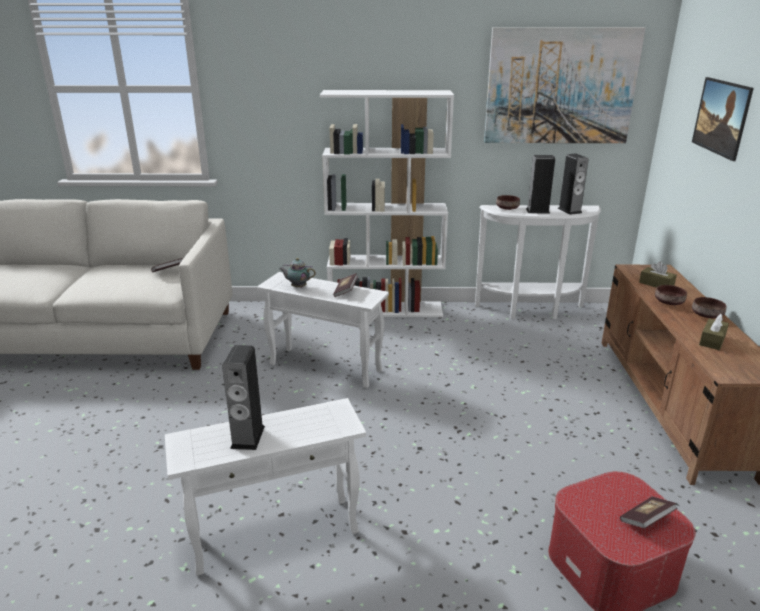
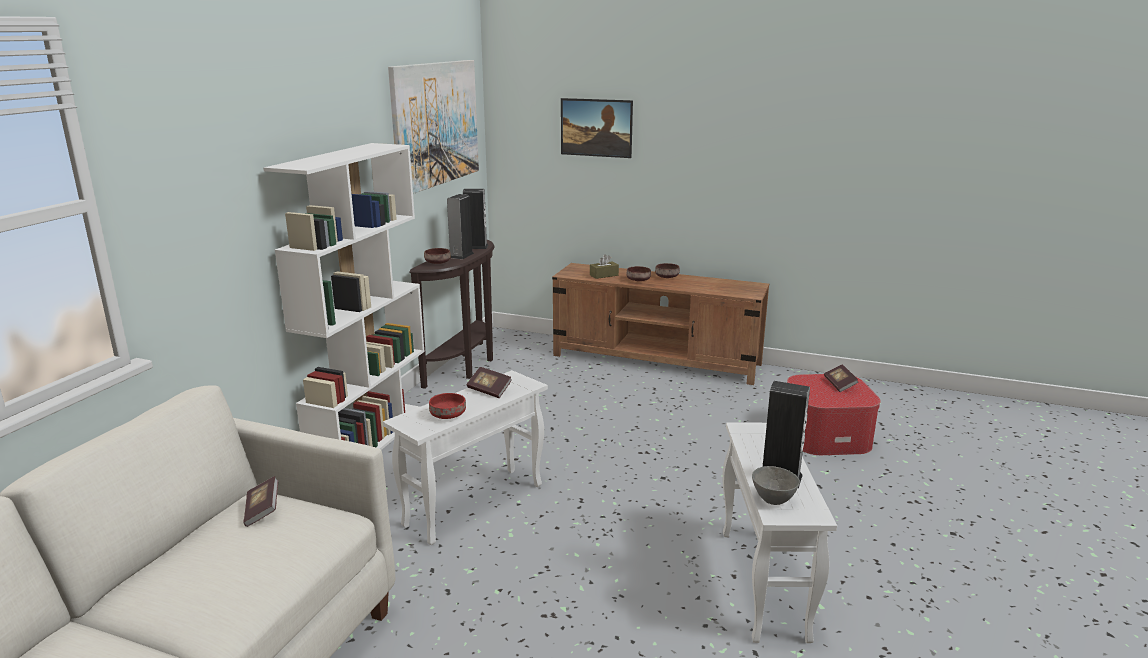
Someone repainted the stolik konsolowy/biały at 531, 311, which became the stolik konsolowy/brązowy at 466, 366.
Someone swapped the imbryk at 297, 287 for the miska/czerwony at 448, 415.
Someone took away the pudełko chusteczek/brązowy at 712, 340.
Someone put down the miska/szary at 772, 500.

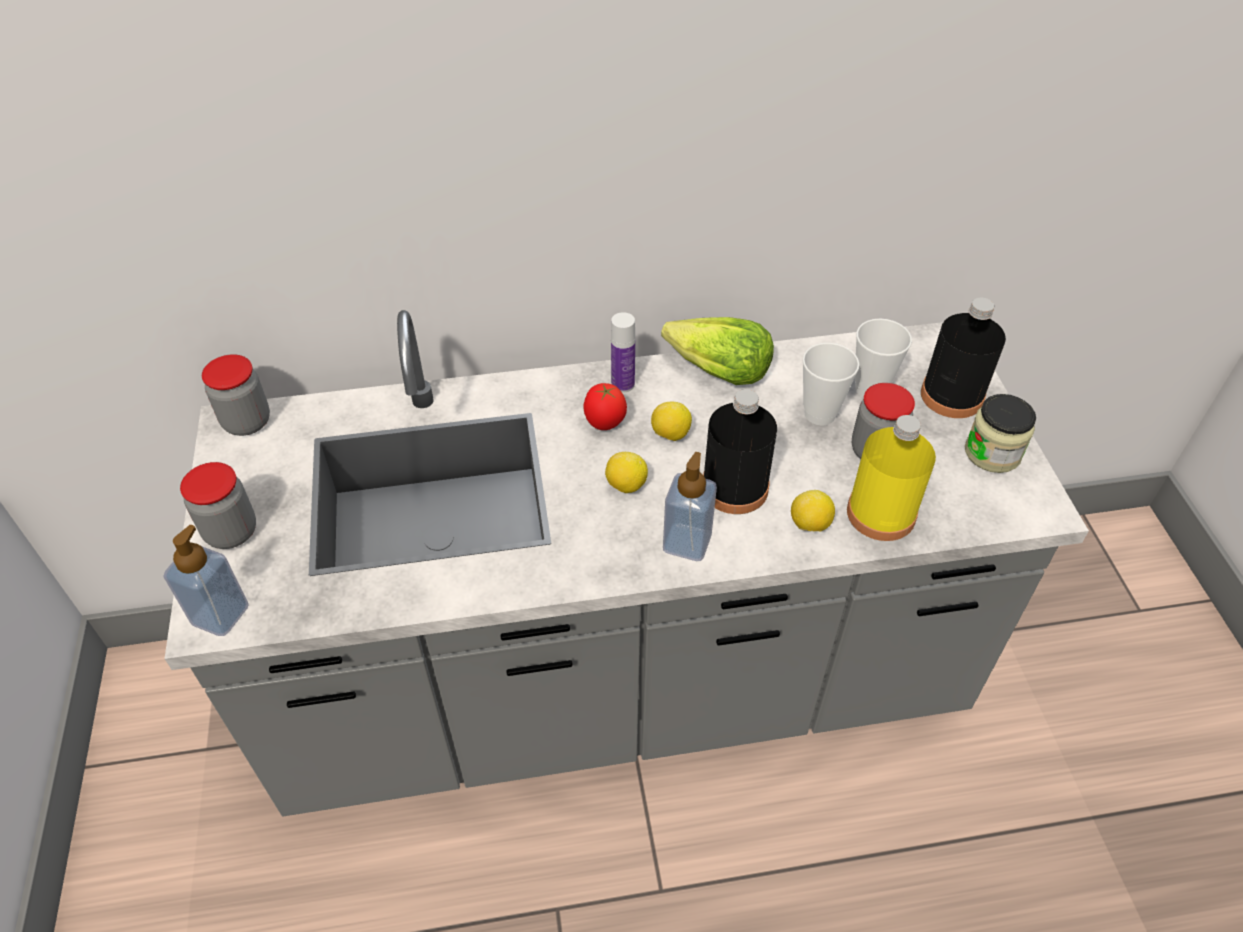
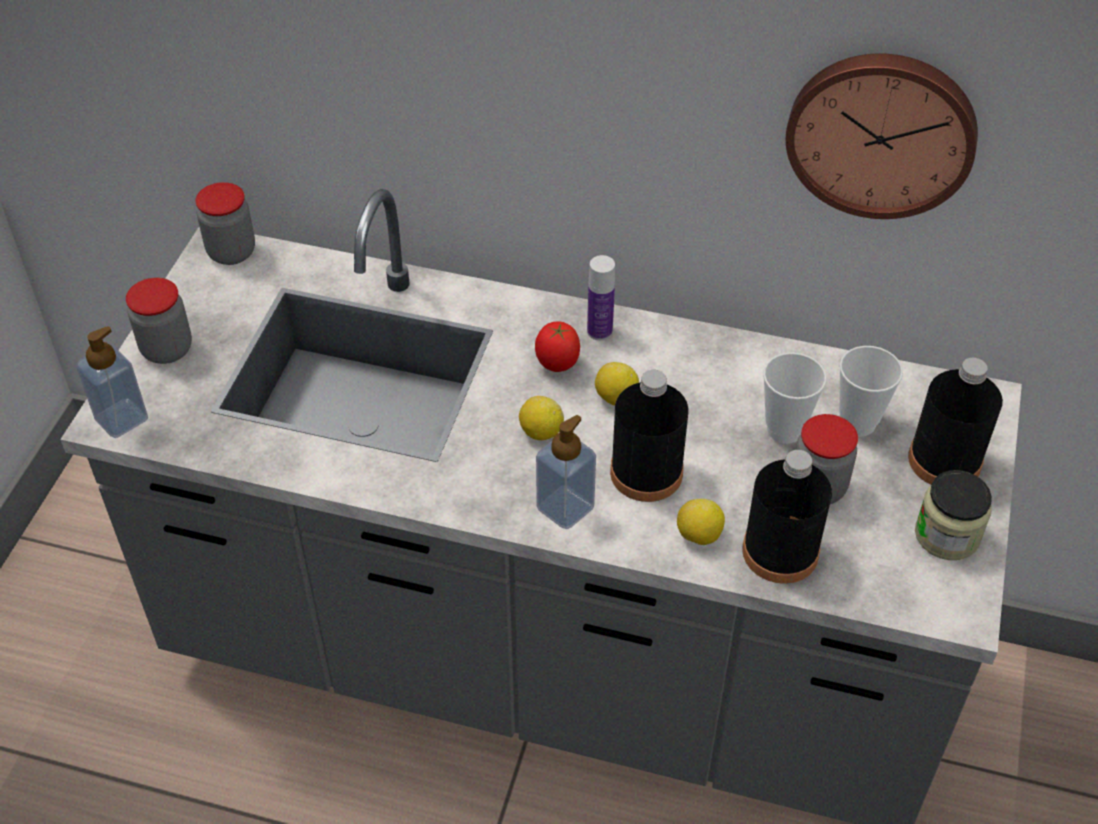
Someone took away the sałata at 718, 371.
Someone repainted the butelka/żółty at 881, 513, which became the butelka/czarny at 780, 552.
Someone put up the zegar ścienny at 881, 132.

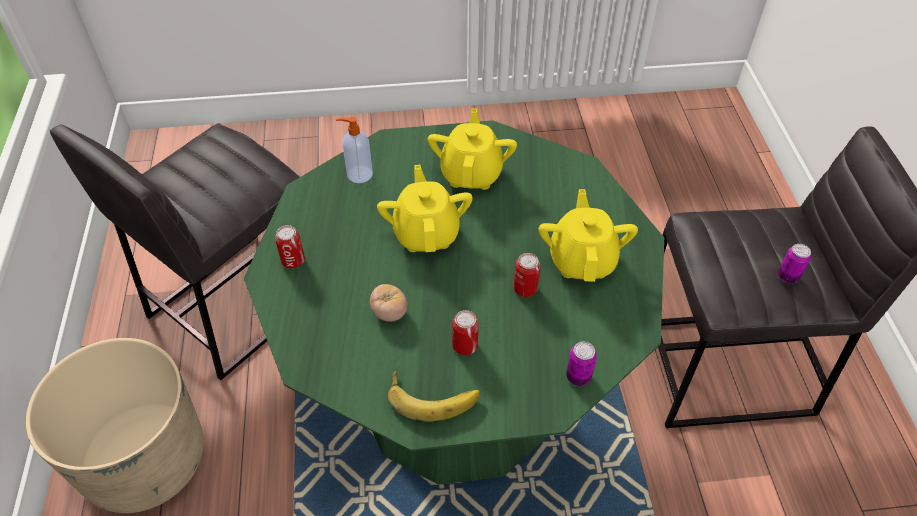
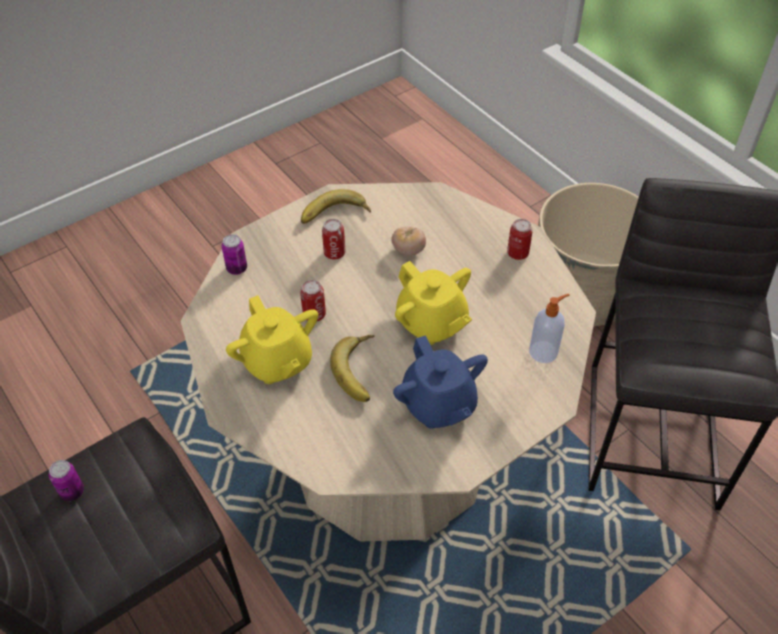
Someone repainted the imbryk/żółty at 471, 174, which became the imbryk/niebieski at 438, 405.
Someone repainted the stół jadalny/zielony at 458, 394, which became the stół jadalny/beżowy at 389, 453.
Someone put down the banan at 361, 371.

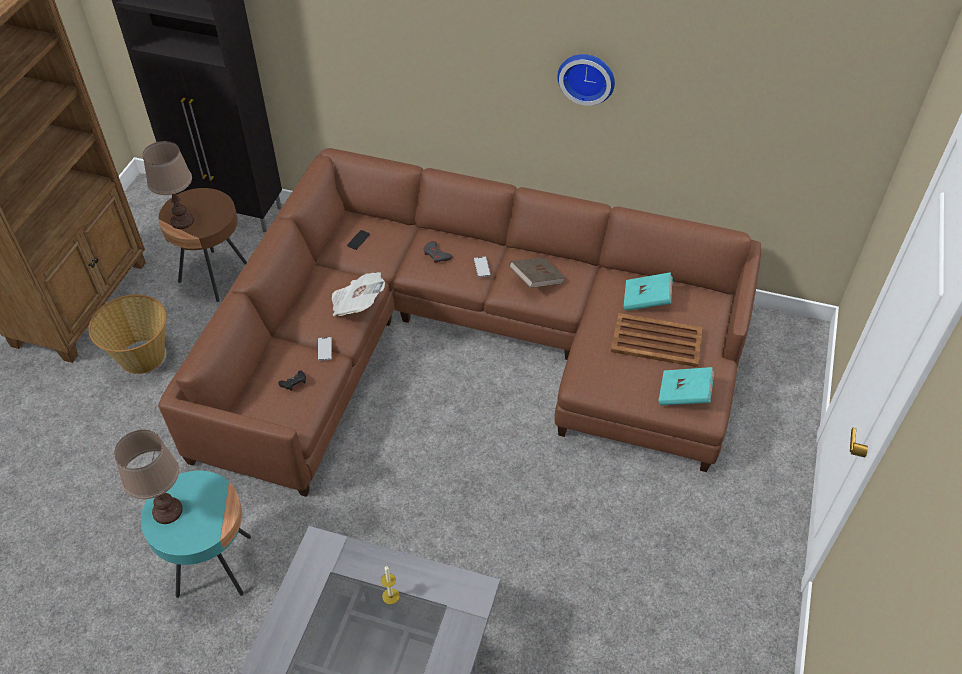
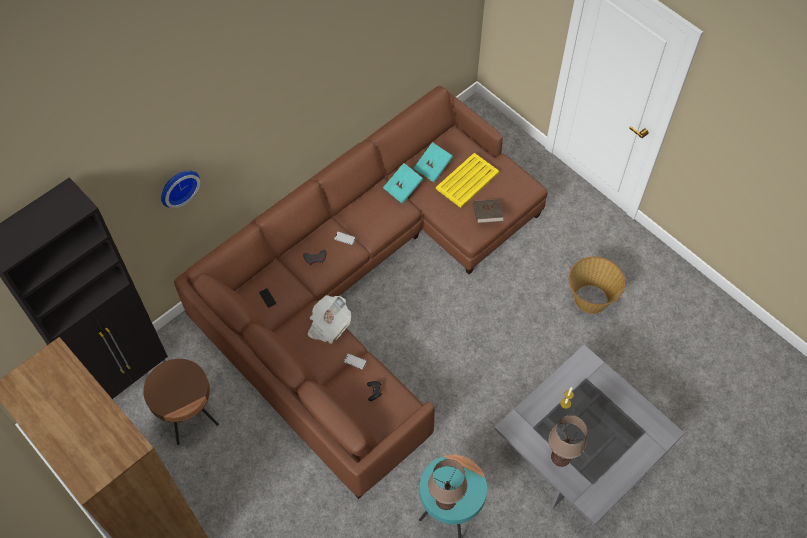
Someone carried the zegar ścienny from 587, 76 to 178, 186.
Someone carried the lampa stołowa/brązowy from 182, 221 to 560, 457.
Someone carried the książka/brązowy from 536, 280 to 487, 216.
Someone carried the koszyk from 141, 356 to 590, 299.
Someone repainted the taca/brązowy at 657, 341, which became the taca/żółty at 468, 180.
Someone carried the książka/turkusowy from 684, 395 to 403, 188.

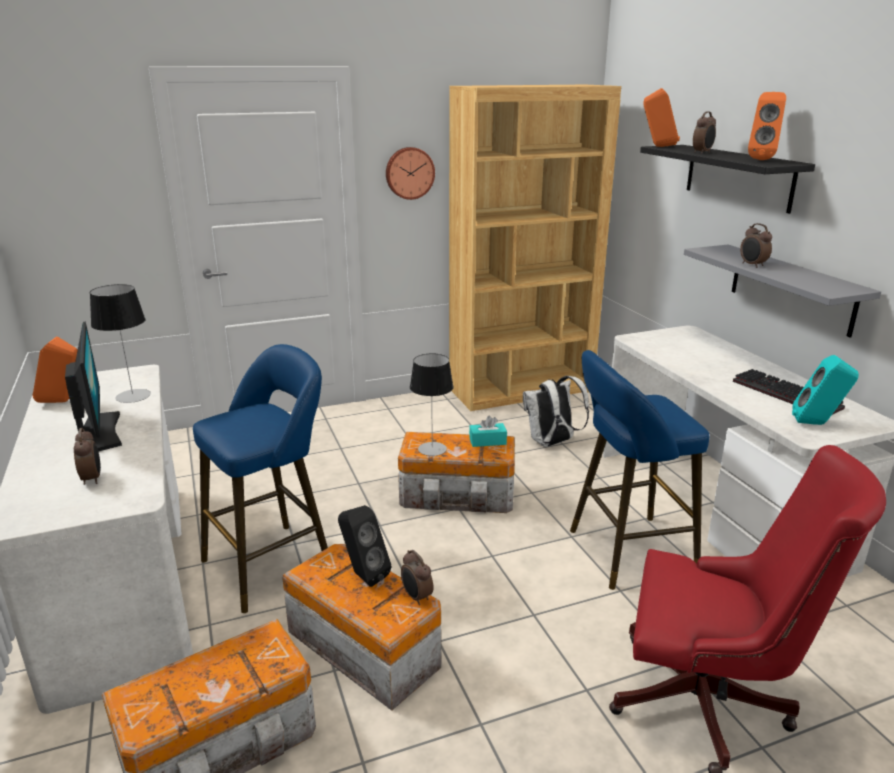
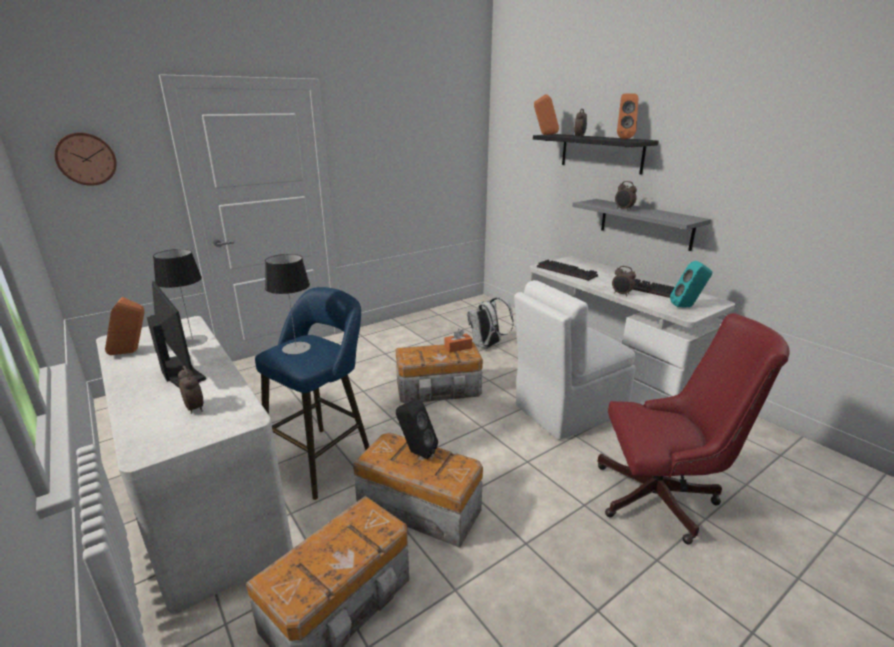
Someone took away the regał/brązowy at 521, 390.
Someone carried the zegar ścienny from 409, 173 to 86, 159.
Someone swapped the stołek/niebieski at 625, 552 for the krzesło/biały at 567, 410.
Someone carried the lampa stołowa from 432, 449 to 296, 348.
Someone repainted the pudełko chusteczek/turkusowy at 487, 441, which became the pudełko chusteczek/pomarańczowy at 458, 347.
Someone carried the budzik from 416, 597 to 621, 294.
Someone put down the klawiatura at 568, 271.

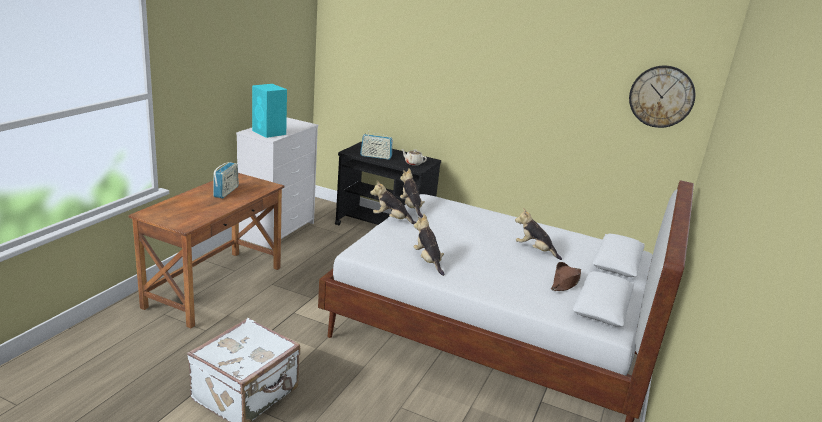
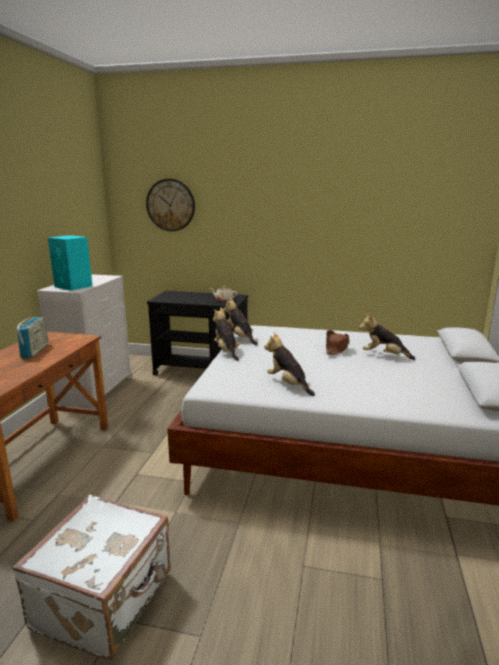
Someone carried the zegar ścienny from 661, 96 to 170, 205.
Someone took away the radio at 376, 156.
Someone rotated the pluszak at 391, 219 by 60 degrees clockwise.
Someone carried the kapelusz/brązowy from 565, 283 to 336, 348.

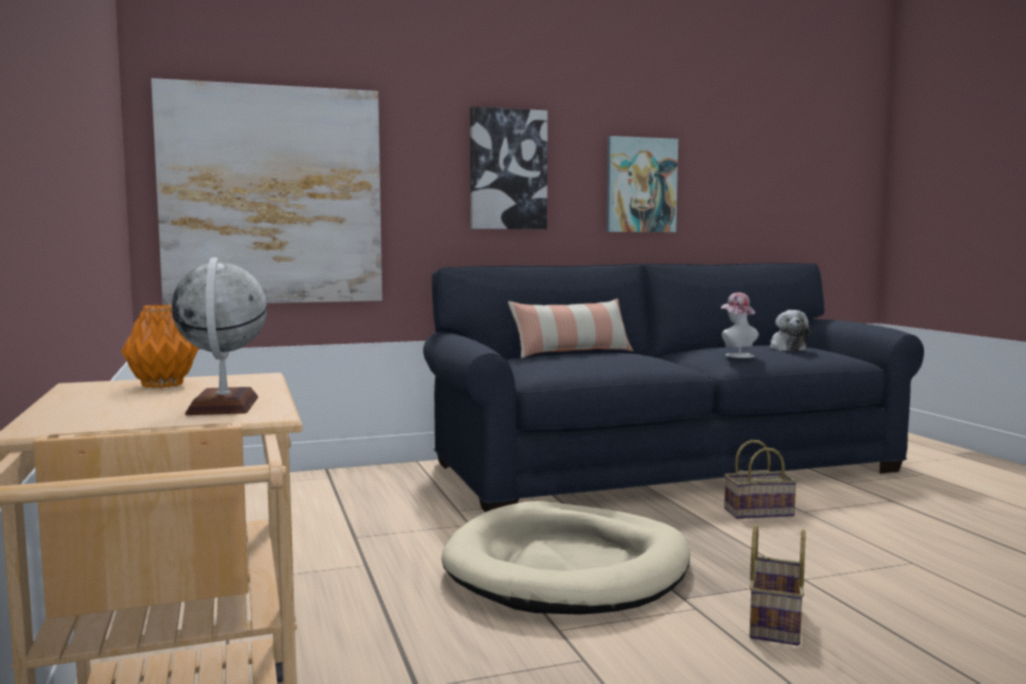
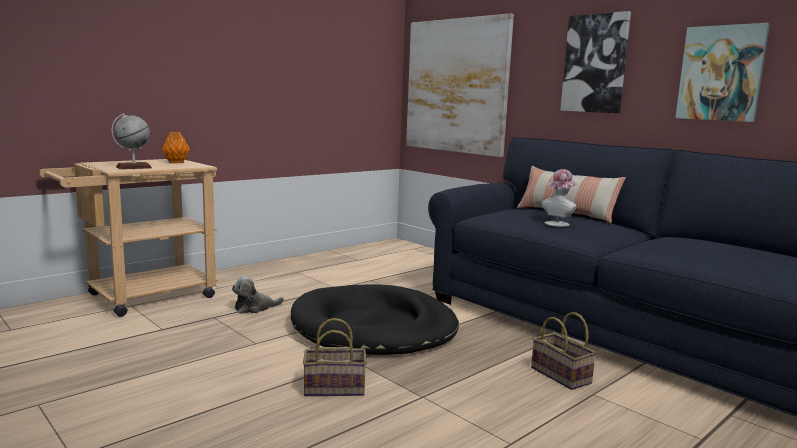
Someone carried the kapelusz from 736, 355 to 558, 223.
Someone carried the pluszak from 786, 348 to 255, 308.
Someone repainted the legowisko/beżowy at 568, 567, which became the legowisko/czarny at 373, 327.

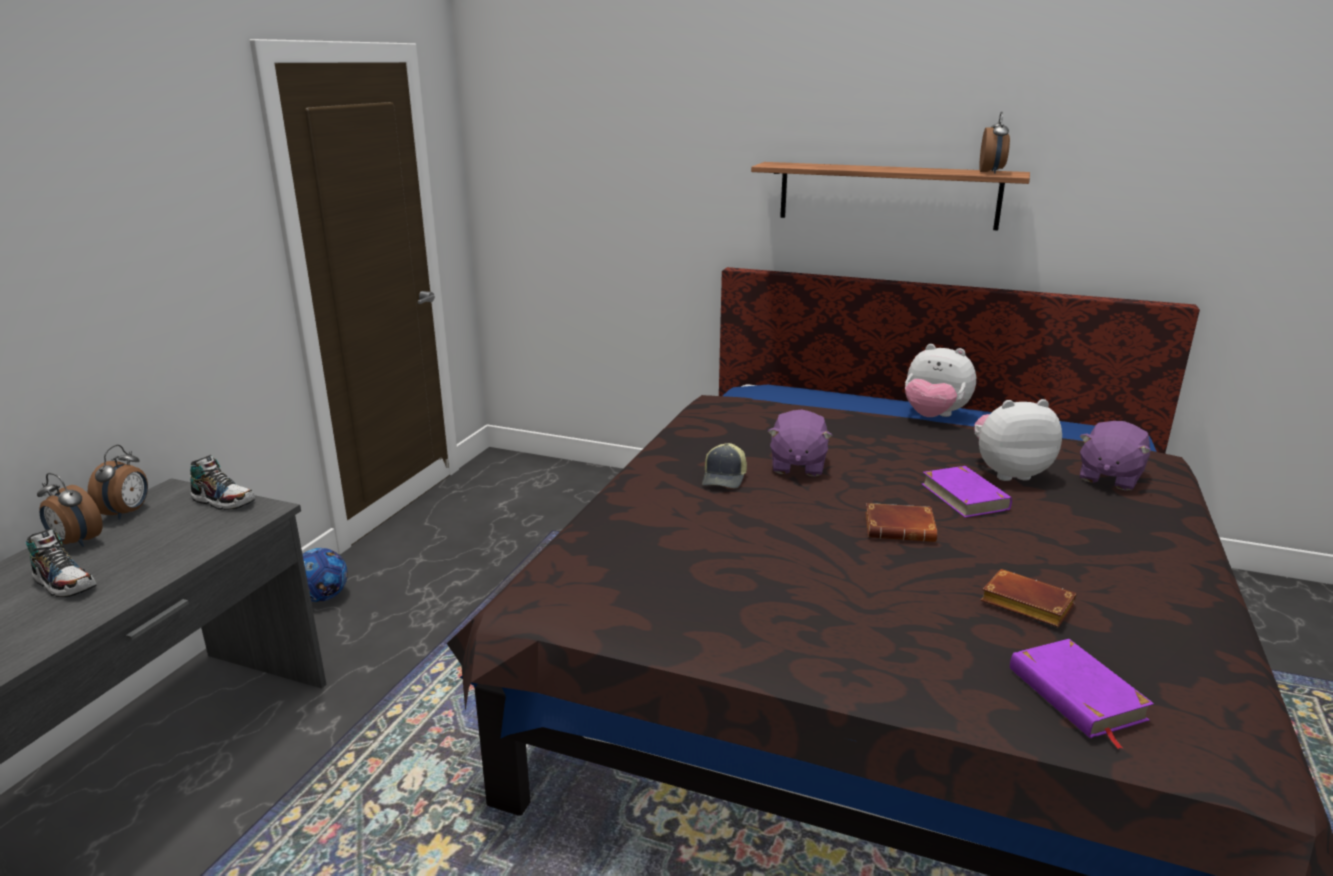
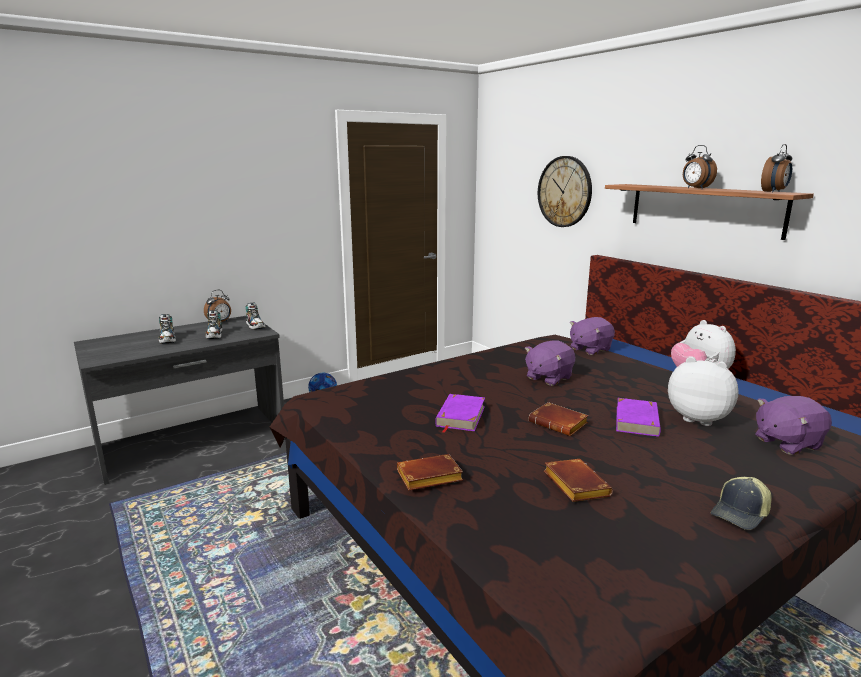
Someone carried the czapka z daszkiem from 725, 478 to 741, 514.
Someone carried the budzik from 75, 542 to 695, 188.
Someone carried the książka/fioletowy from 1076, 695 to 460, 416.
Someone put up the zegar ścienny at 564, 192.
Someone put down the but at 215, 335.
Someone put down the pluszak/fioletowy at 589, 349.
Someone put down the książka/brązowy at 428, 478.

